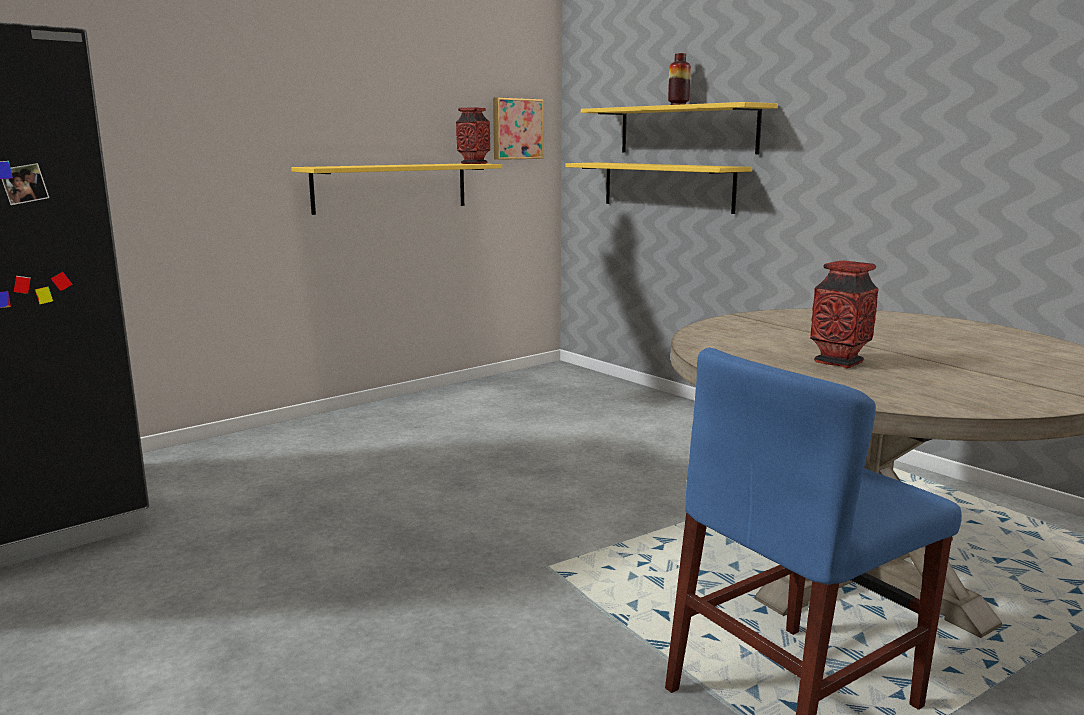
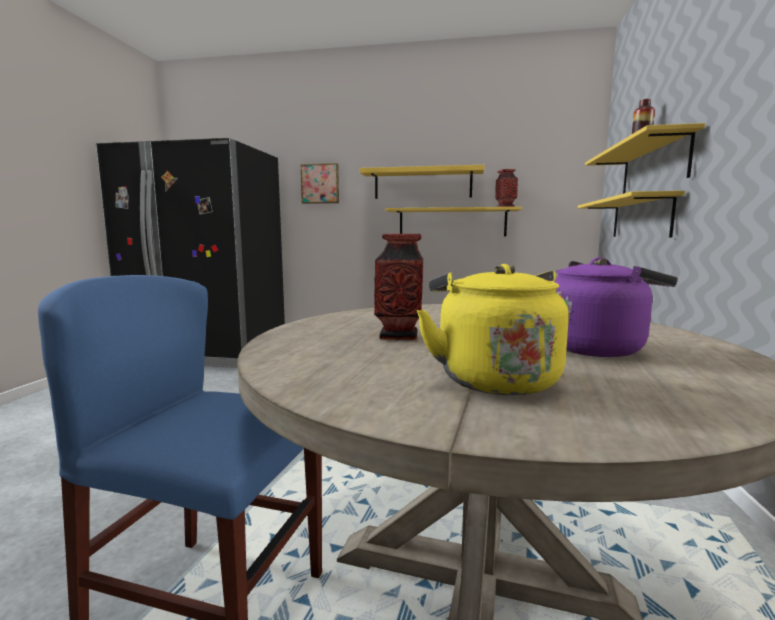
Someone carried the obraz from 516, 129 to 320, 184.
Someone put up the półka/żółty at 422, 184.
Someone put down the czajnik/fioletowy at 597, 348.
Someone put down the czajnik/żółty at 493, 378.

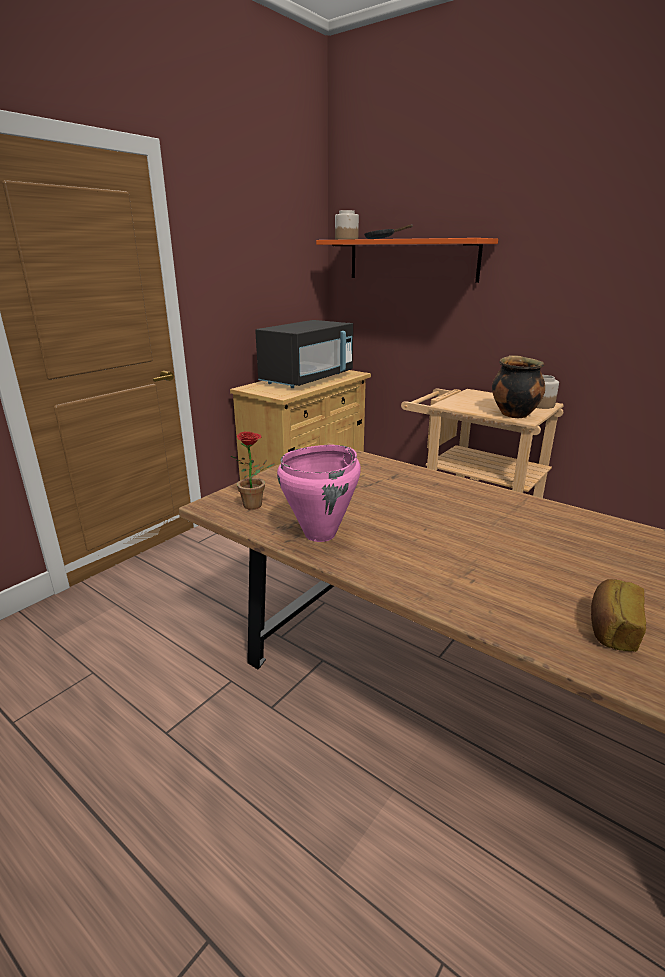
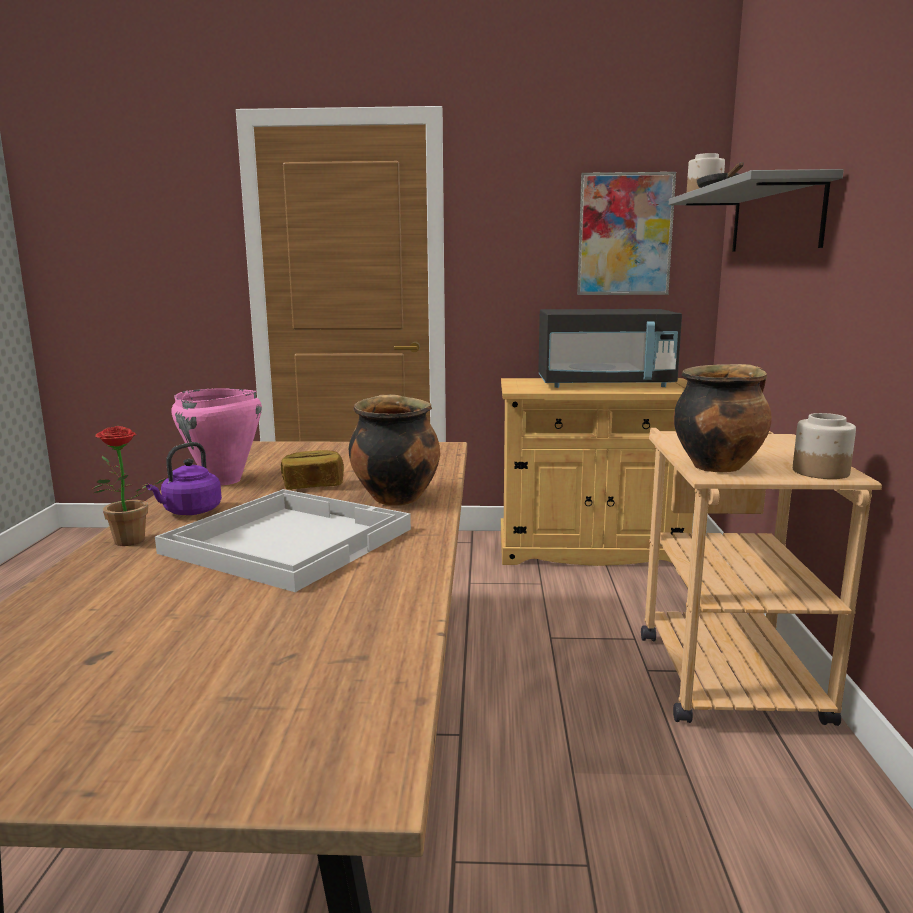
Someone repainted the półka/pomarańczowy at 412, 260, which became the półka/szary at 774, 218.
Someone carried the roślina doniczkowa from 256, 505 to 129, 543.
Someone carried the chleb from 611, 629 to 313, 485.
Someone put up the obraz at 624, 234.
Someone put down the garnek at 394, 498.
Someone put down the czajnik/fioletowy at 190, 512.
Someone put down the taca/biały at 288, 540.

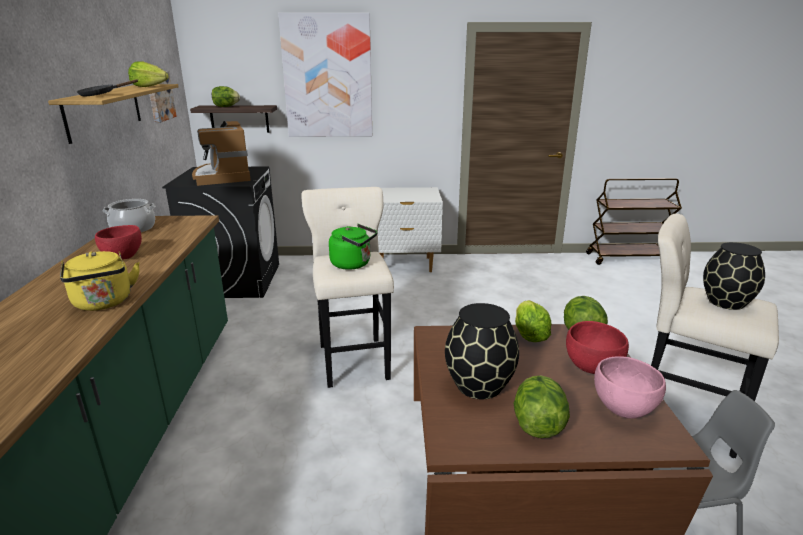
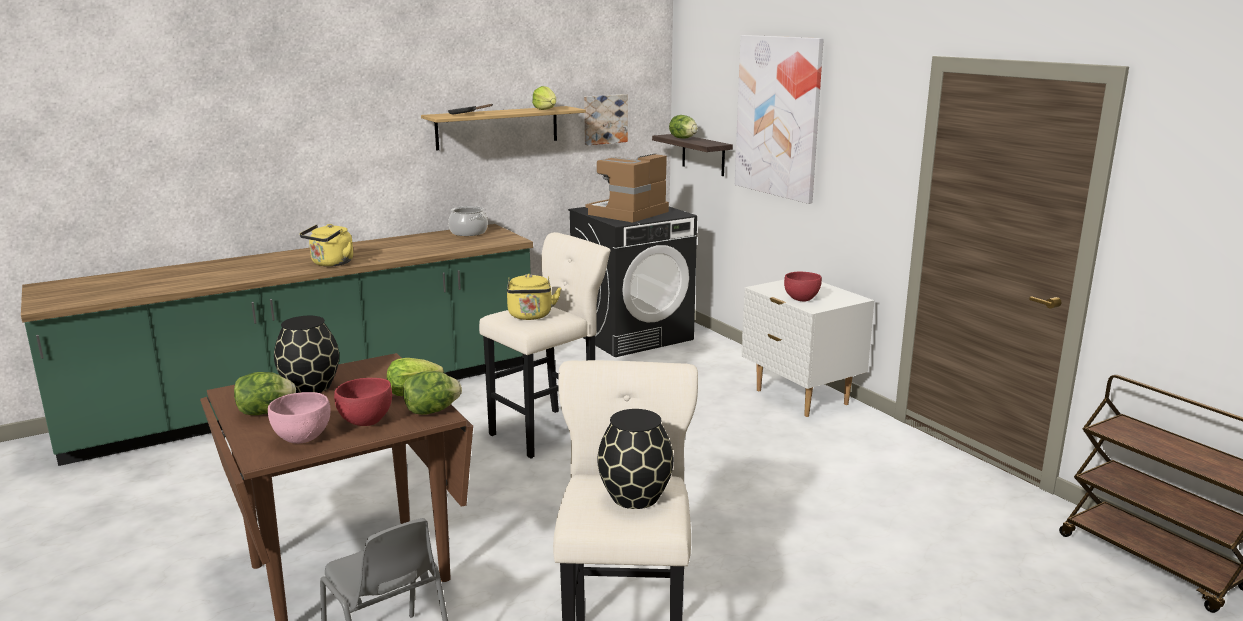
Someone repainted the czajnik/zielony at 353, 264, which became the czajnik/żółty at 530, 316.
Someone carried the miska/czerwony from 123, 257 to 801, 299.

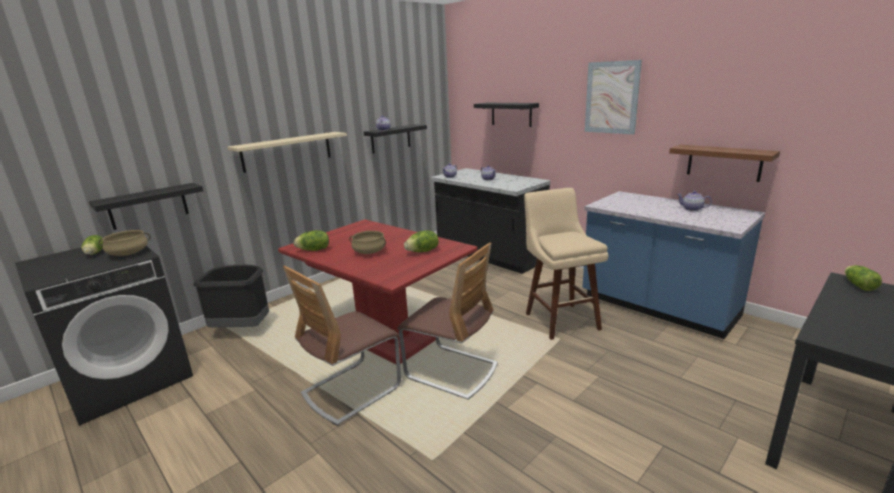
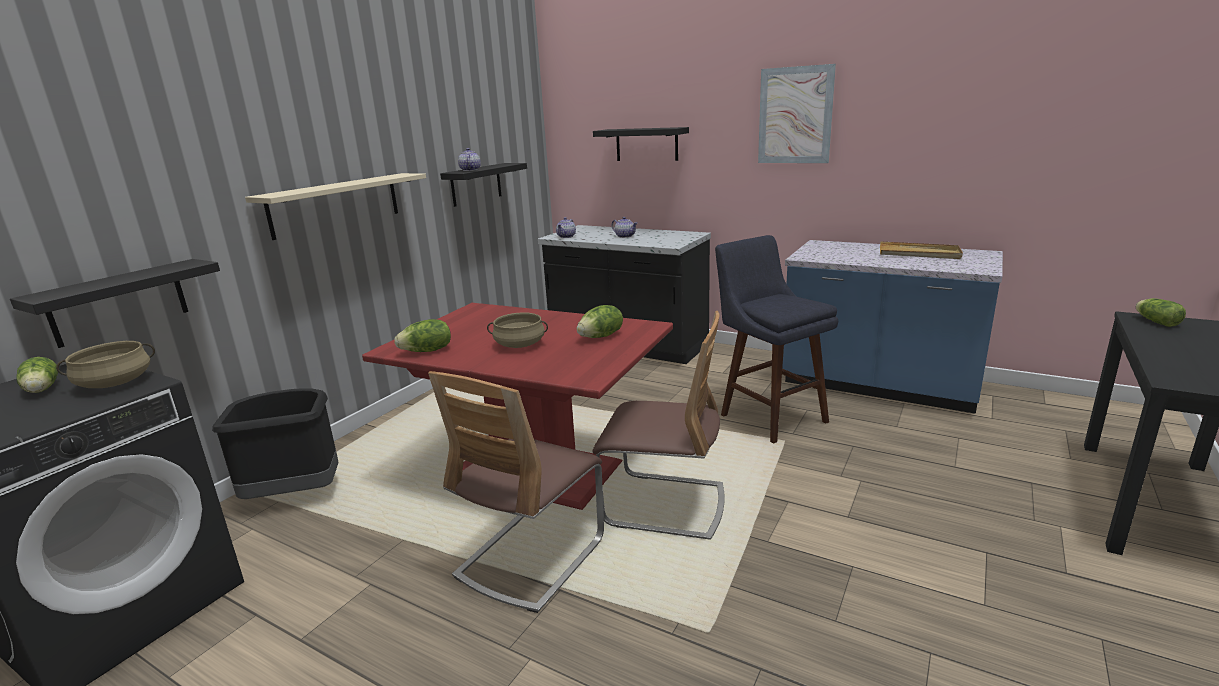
Someone took away the półka/brązowy at 724, 162.
Someone repainted the stołek/beżowy at 559, 319, which became the stołek/niebieski at 768, 415.
Someone swapped the imbryk at 692, 209 for the taca/beżowy at 919, 253.

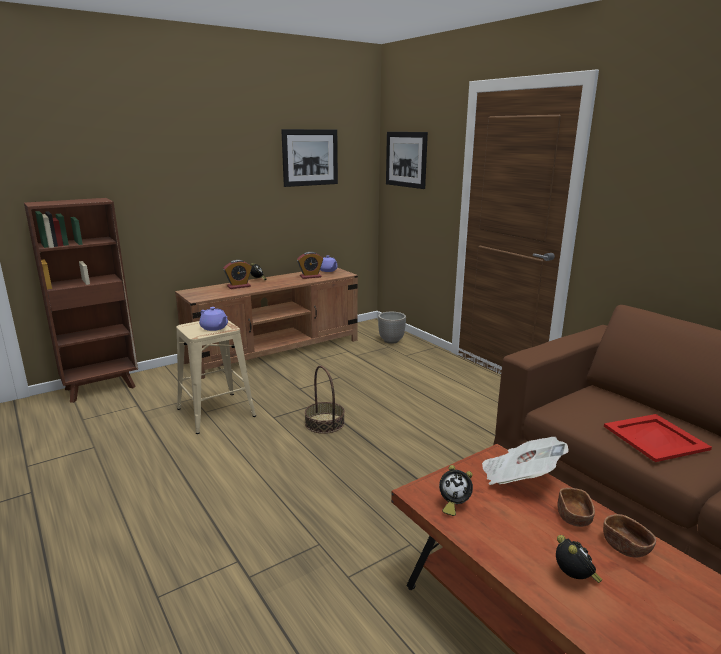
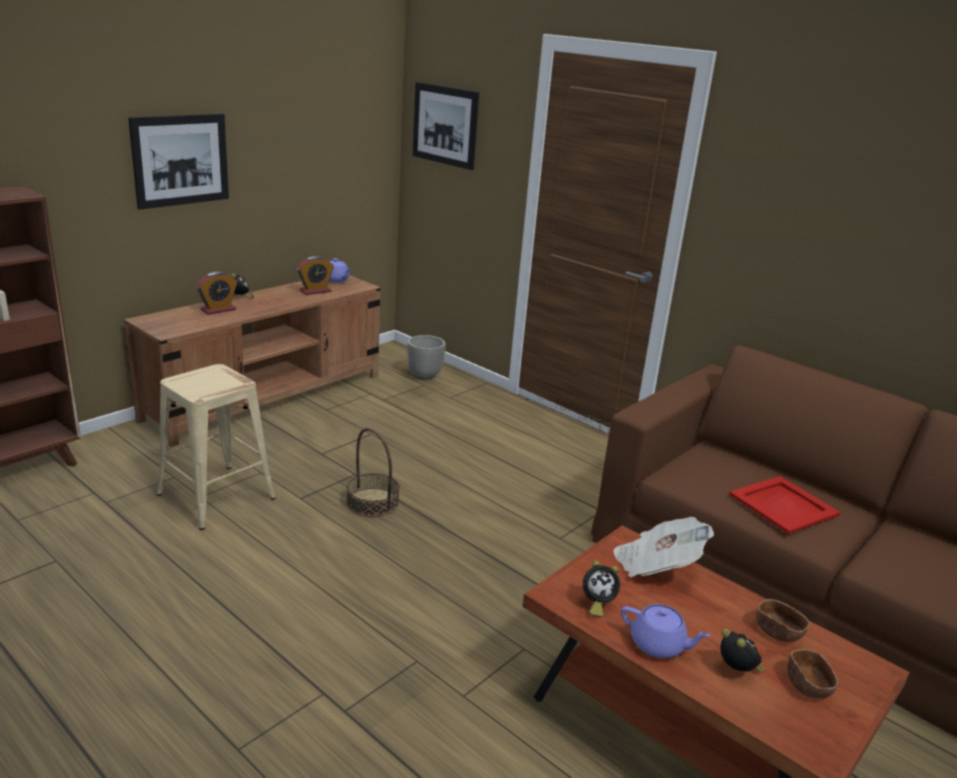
Someone carried the obraz from 310, 157 to 180, 160.
Someone carried the imbryk/fioletowy from 214, 328 to 658, 645.
Someone carried the miska/brązowy from 574, 517 to 808, 686.

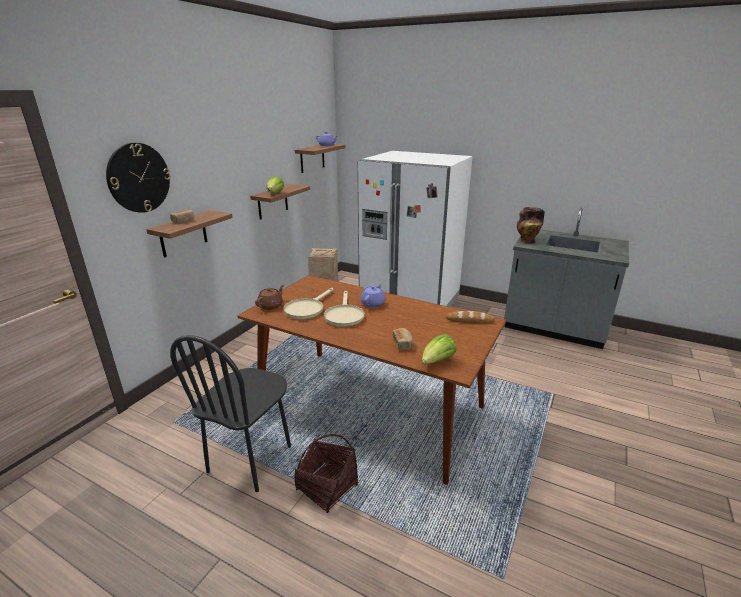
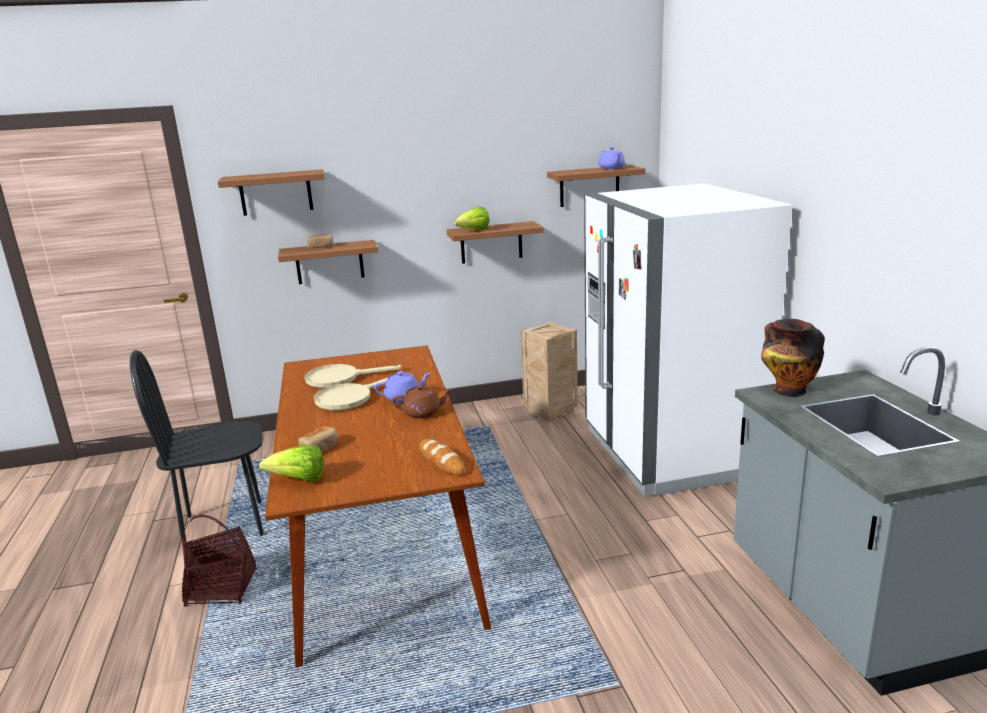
Someone swapped the zegar ścienny at 138, 178 for the półka at 276, 192.
Someone carried the imbryk/brązowy from 271, 305 to 423, 413.

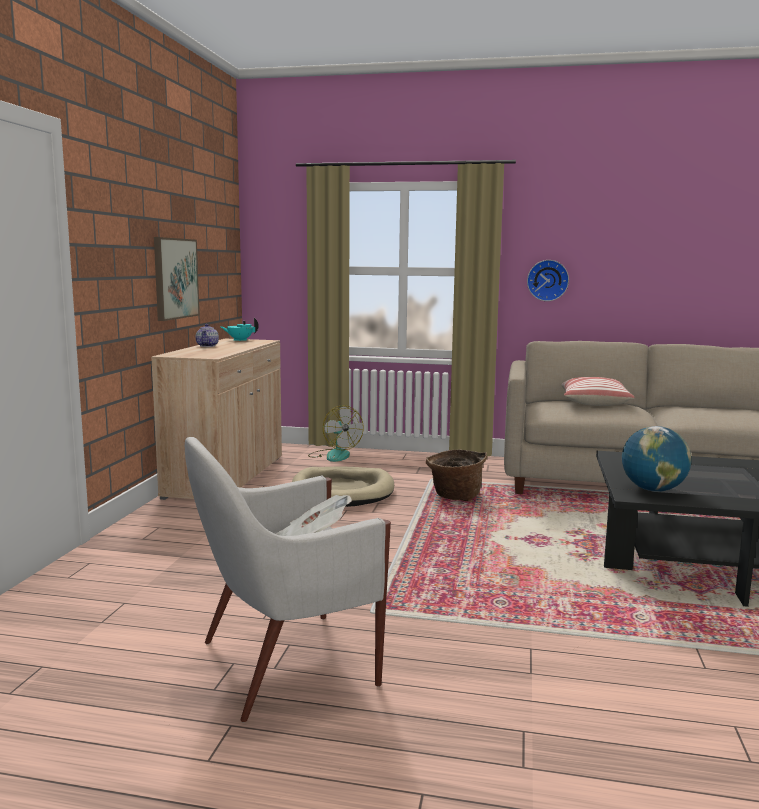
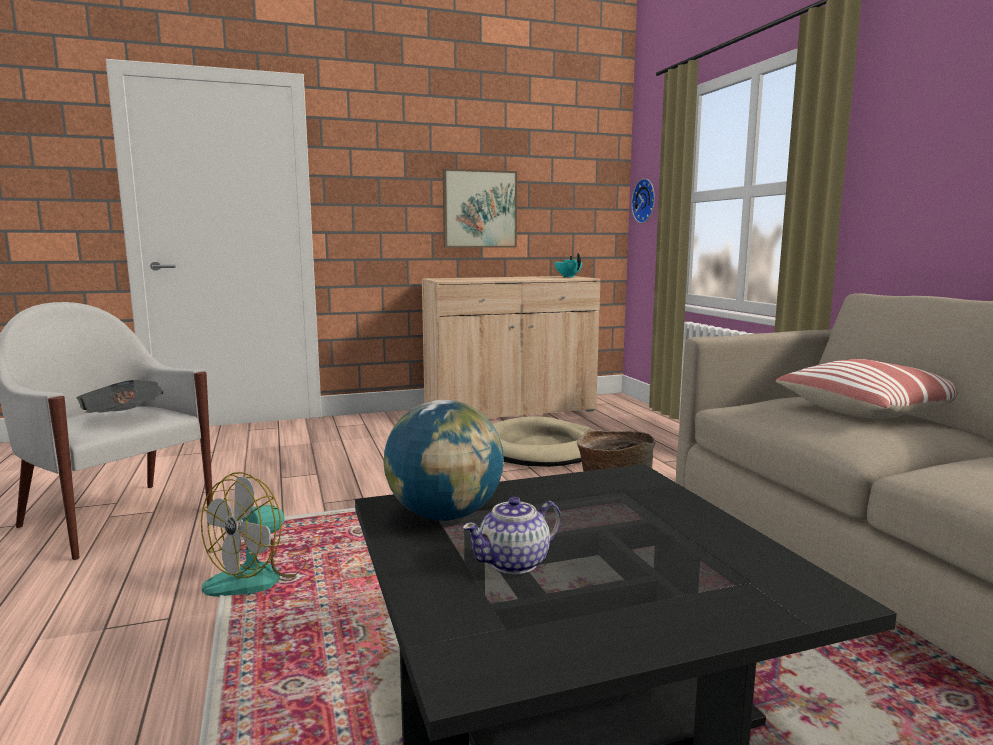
Someone carried the zegar ścienny from 547, 280 to 646, 201.
Someone carried the imbryk from 207, 345 to 515, 563.
Someone carried the wentylator from 334, 455 to 258, 577.

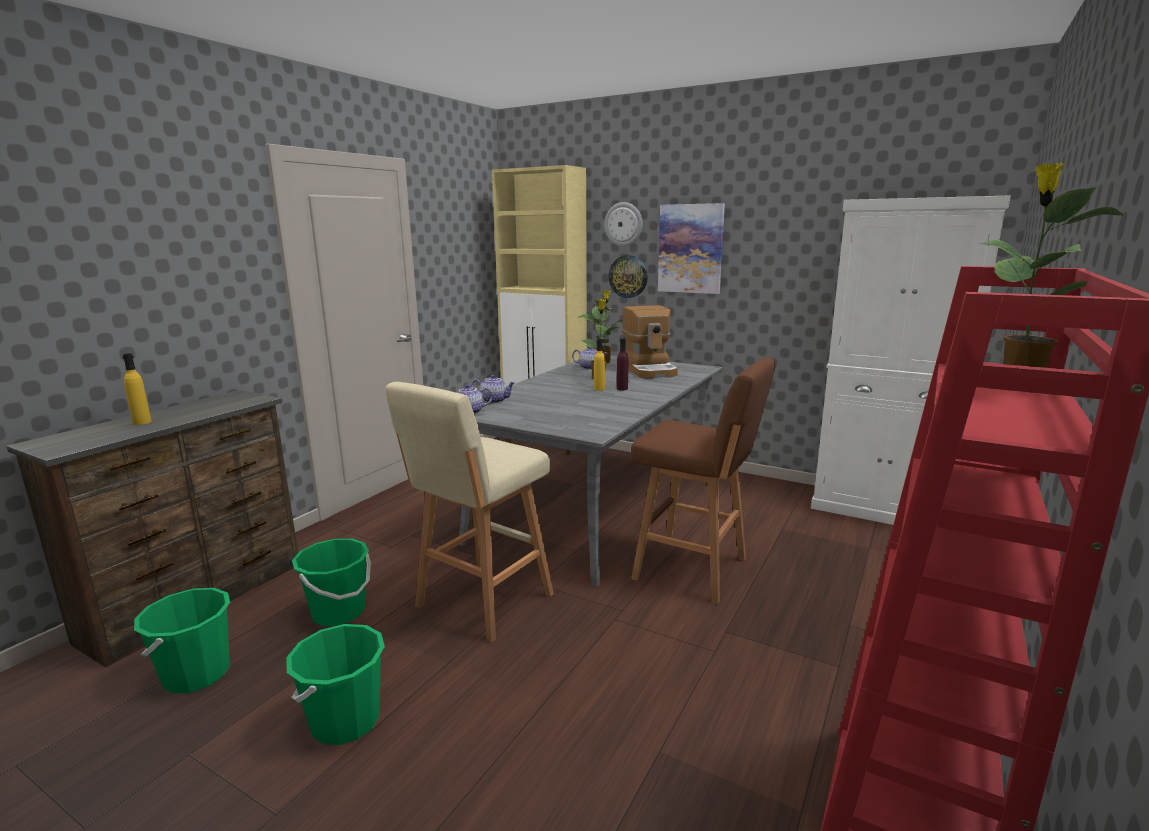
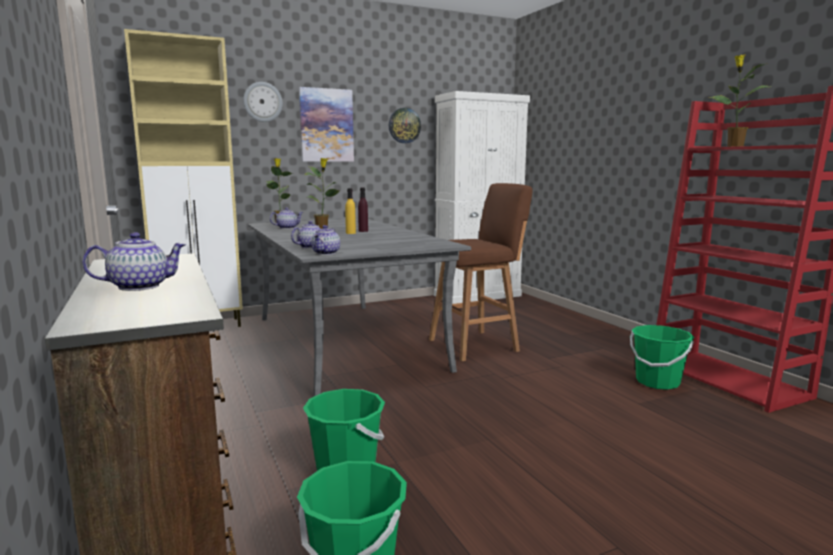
Someone carried the zegar ścienny from 628, 276 to 404, 125.
Someone took away the ekspres do kawy at 650, 370.
Someone swapped the butelka/żółty at 142, 422 for the imbryk at 140, 286.
Someone took away the stołek/beżowy at 481, 602.
Someone carried the wiadro/zielony from 345, 721 to 657, 382.

